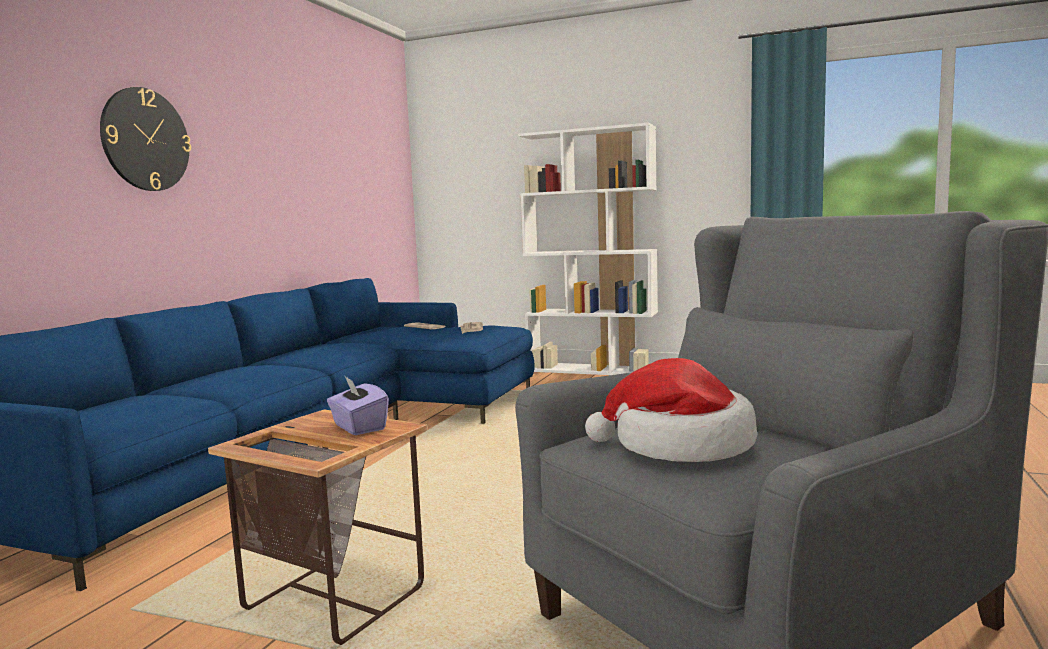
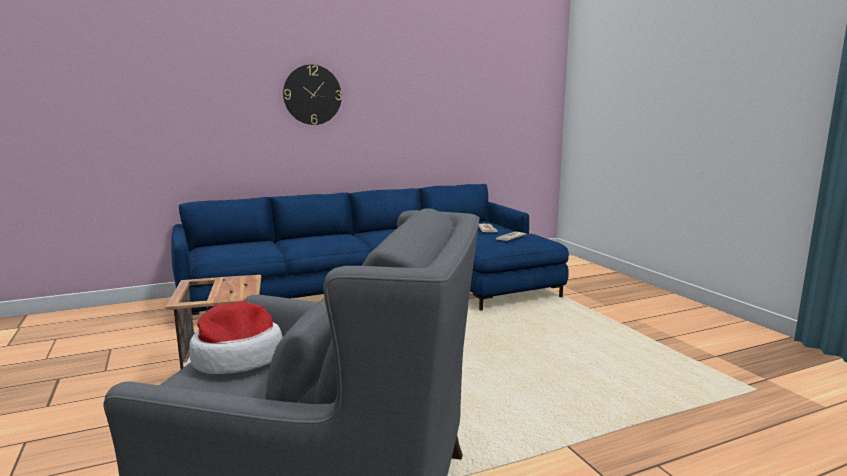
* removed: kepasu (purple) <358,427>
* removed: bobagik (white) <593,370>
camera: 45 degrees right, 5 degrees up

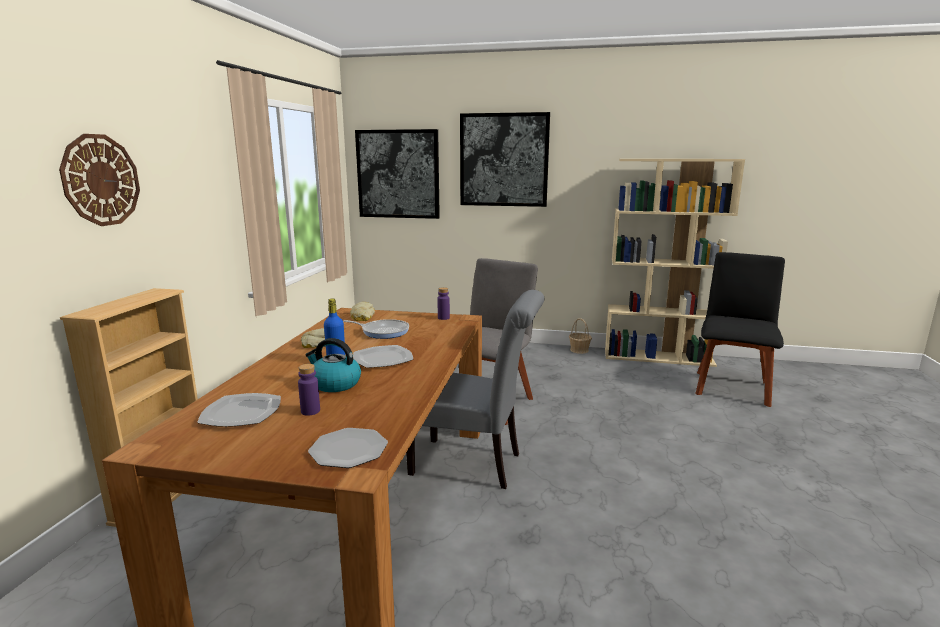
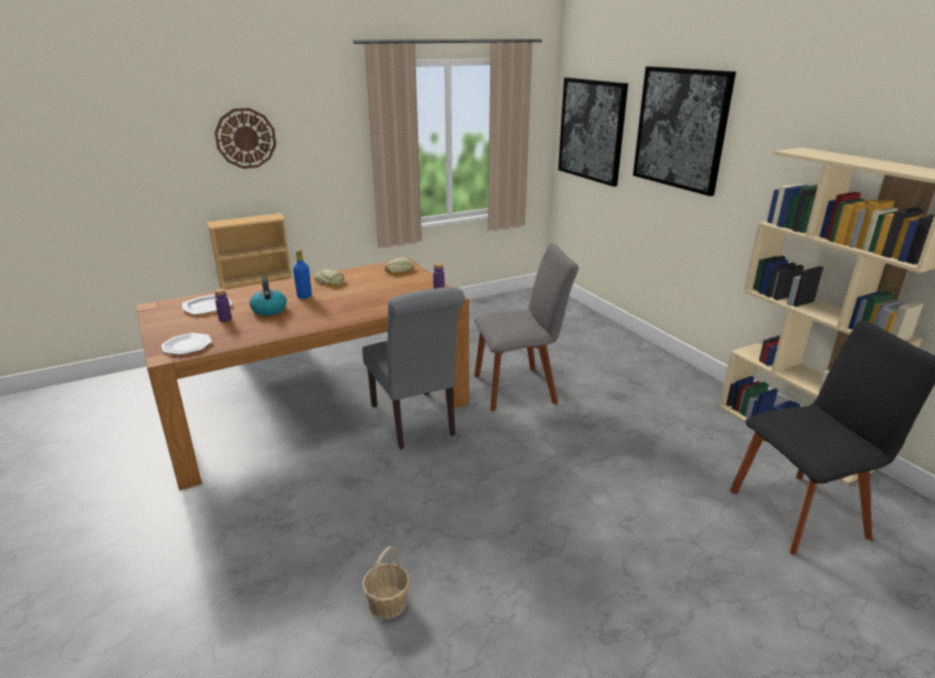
* removed: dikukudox <383,332>
* removed: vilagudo <383,359>
* moved: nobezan <579,350> to <388,603>
camera: 50 degrees right, 10 degrees up

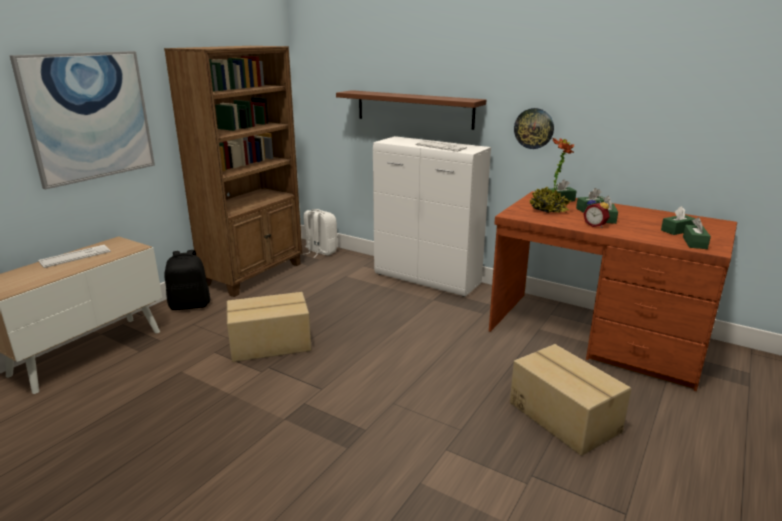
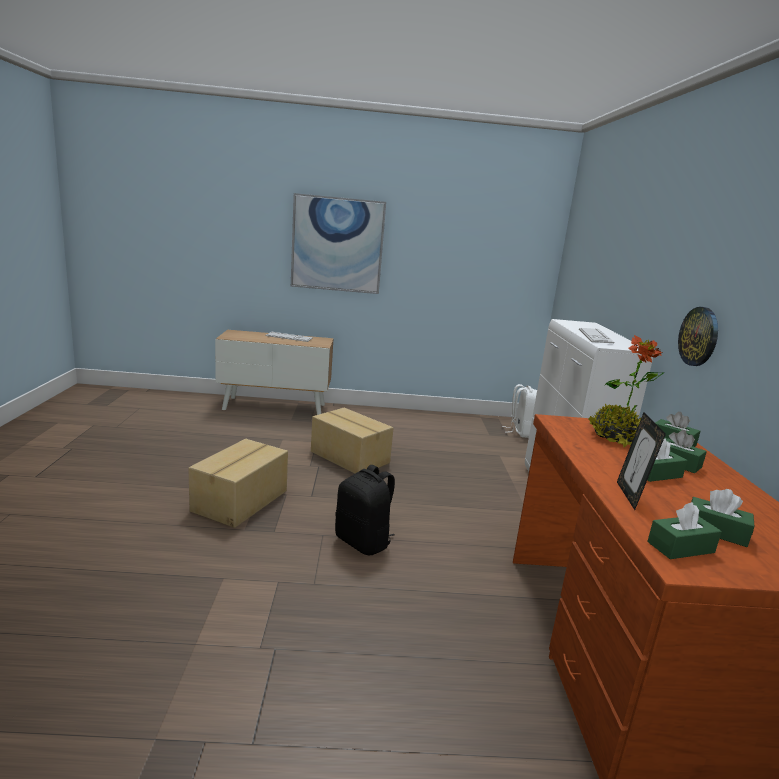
* removed: bobagik (brown) <254,274>
* removed: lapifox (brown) <414,109>
* removed: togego <595,225>
* added: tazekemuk <630,496>
* moved: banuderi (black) <190,305> to <363,542>
* moved: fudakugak <564,416> to <241,501>
camera: 55 degrees right, 5 degrees down

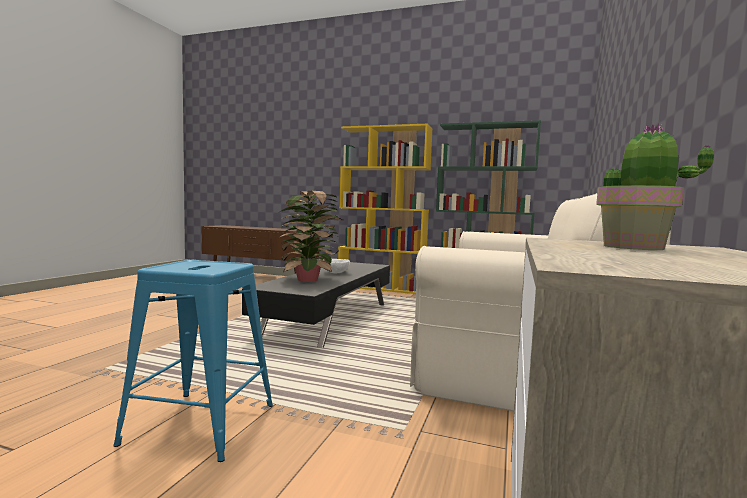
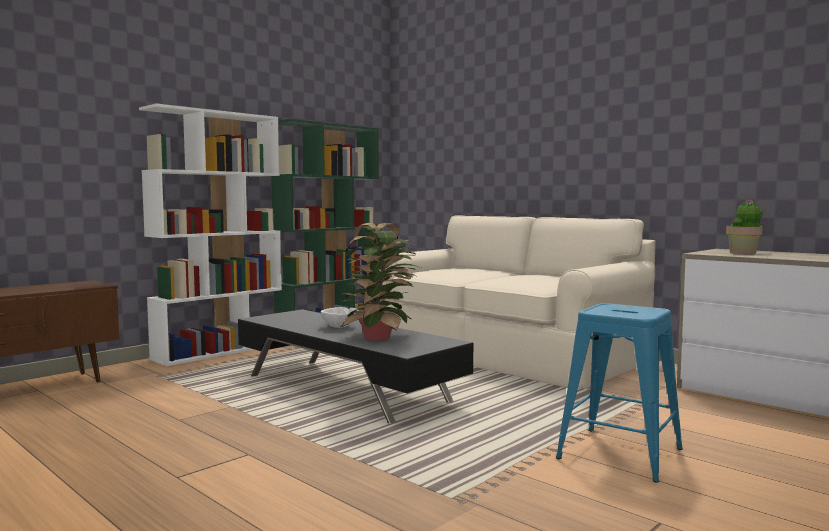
* recoloured: bobagik (yellow) <381,288> to bobagik (white) <219,351>
camera: 65 degrees left, 0 degrees up

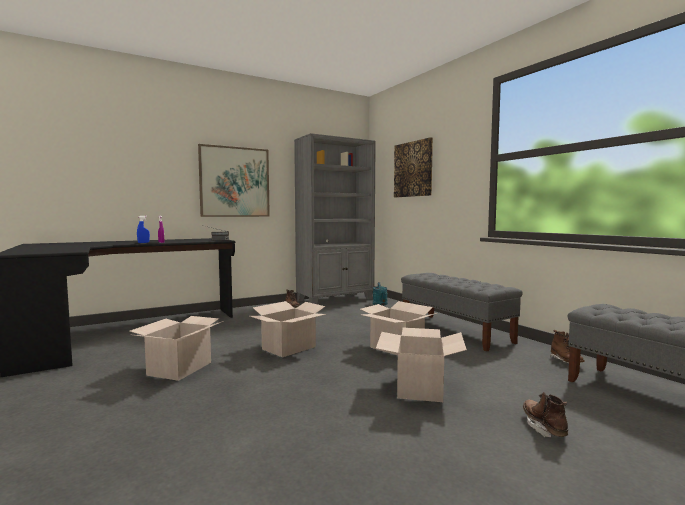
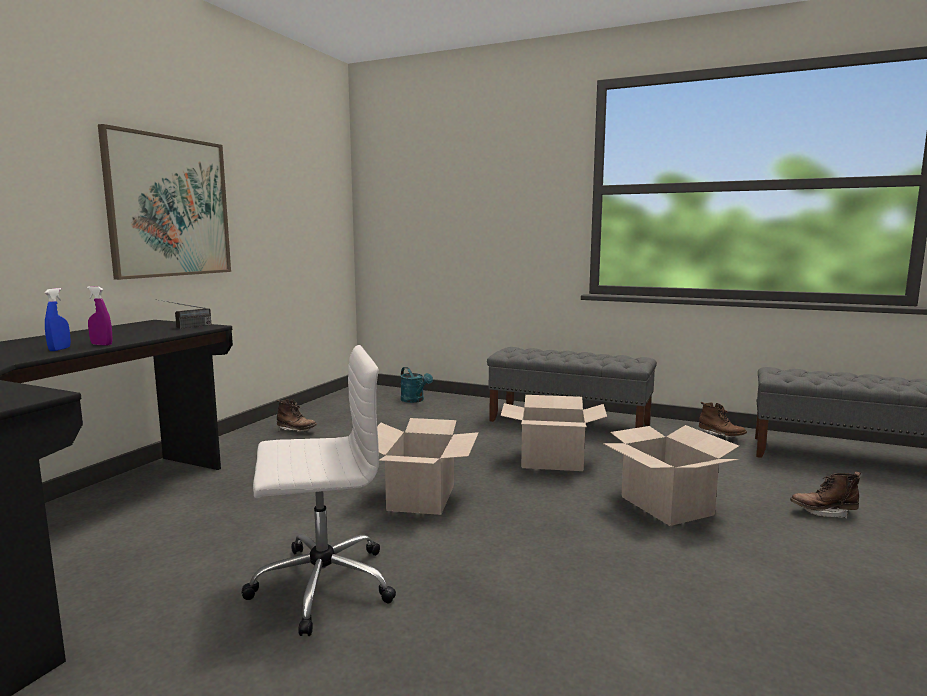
* removed: bobagik (grey) <336,300>
* removed: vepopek <413,169>
* replaced: fudakugak <180,369> to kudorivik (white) <320,585>
* turned: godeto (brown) <543,427> = <823,512> 45 degrees counterclockwise
camera: 35 degrees left, 5 degrees up

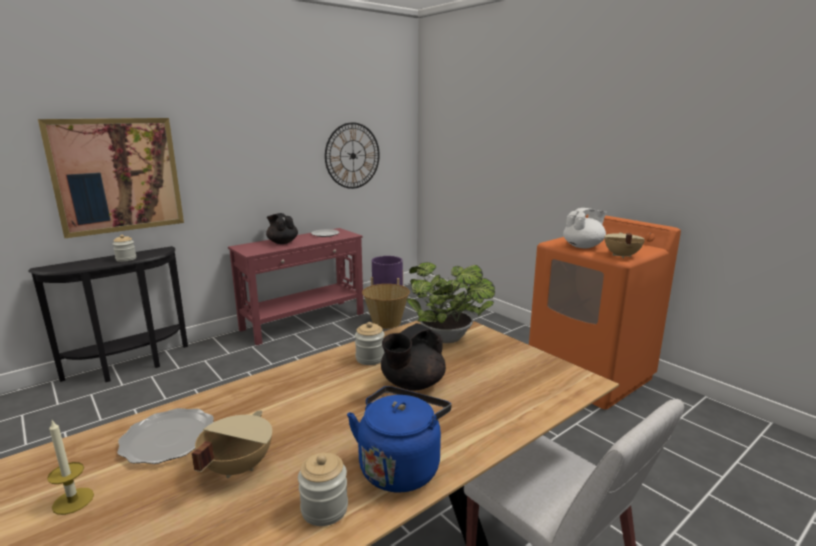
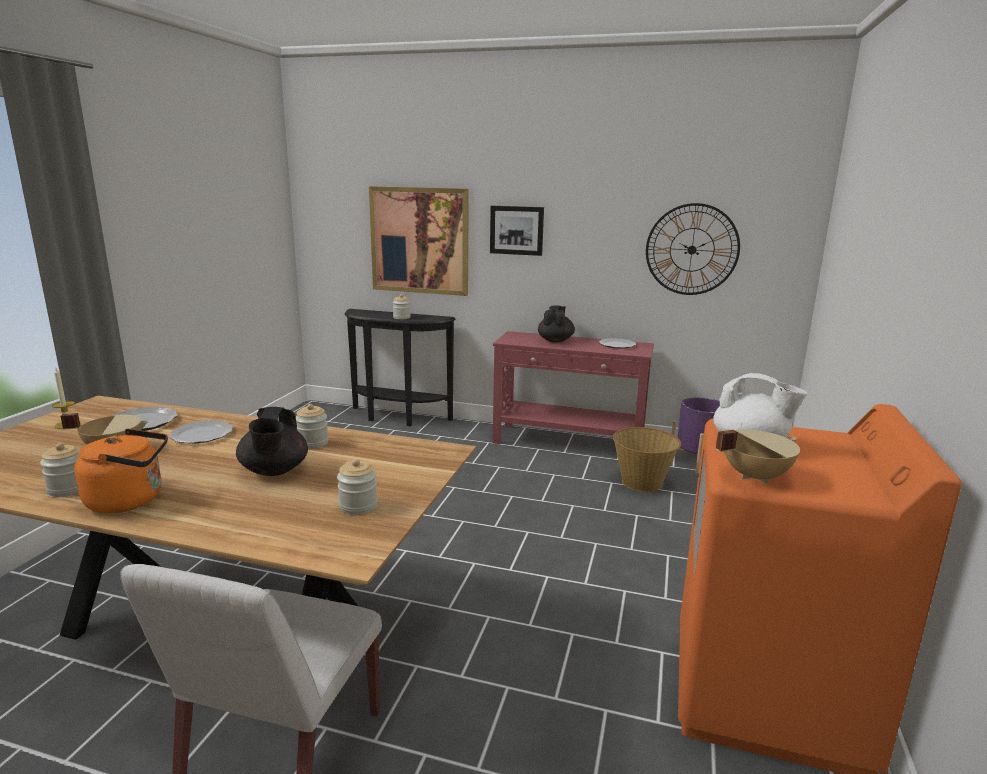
* removed: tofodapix <448,339>
* added: vilagudo <202,434>
* added: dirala <358,506>
* added: vepopek <516,230>
* recoloured: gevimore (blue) <401,466> to gevimore (orange) <130,500>
* turned: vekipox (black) <412,384> = <274,471> 105 degrees counterclockwise
camera: 55 degrees right, 0 degrees up

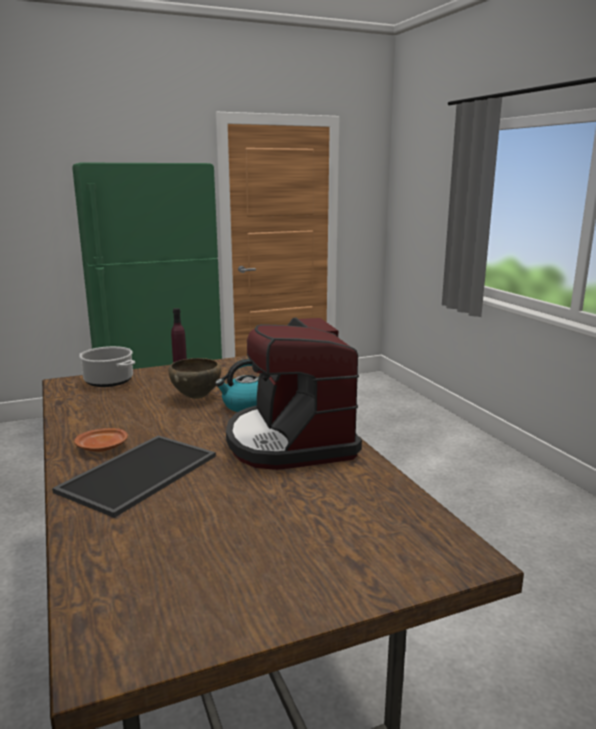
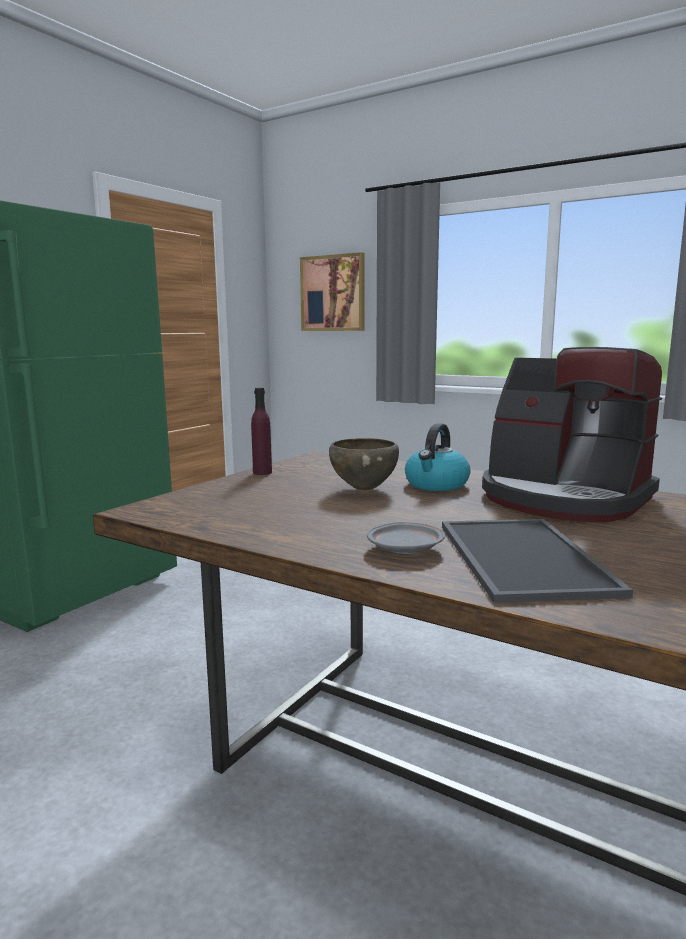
* removed: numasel <109,381>
* added: vepopek <333,293>
* recoloured: vilagudo (brown) <103,447> to vilagudo (grey) <405,549>
camera: 35 degrees left, 5 degrees down

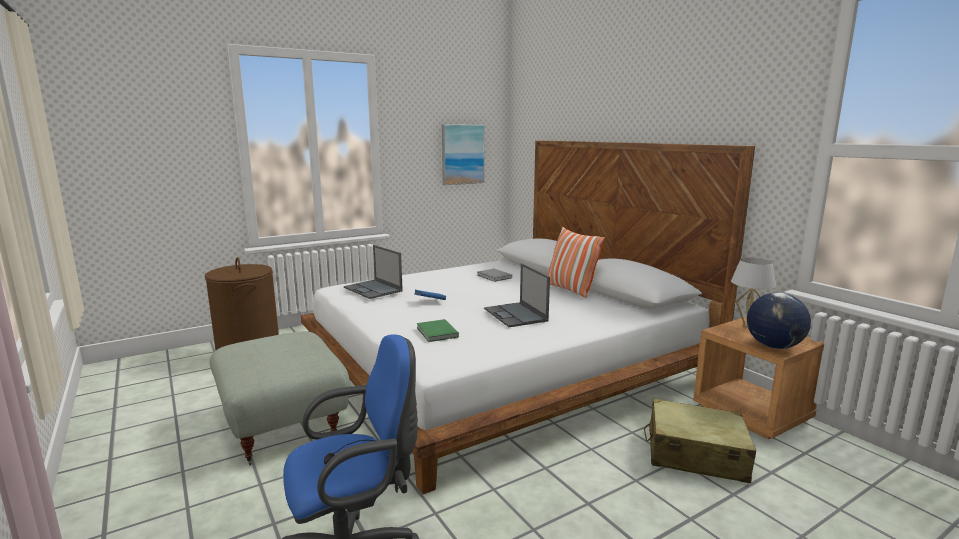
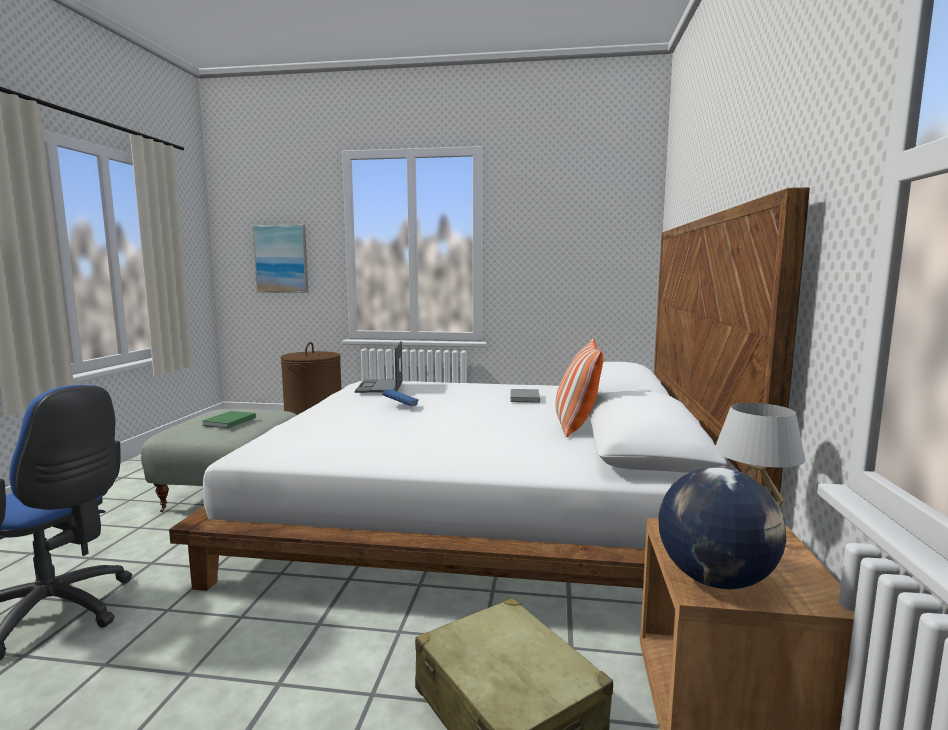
* removed: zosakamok <516,315>
* moved: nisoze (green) <436,333> to <228,422>
* moved: vepopek <462,154> to <281,259>
camera: 40 degrees right, 5 degrees down

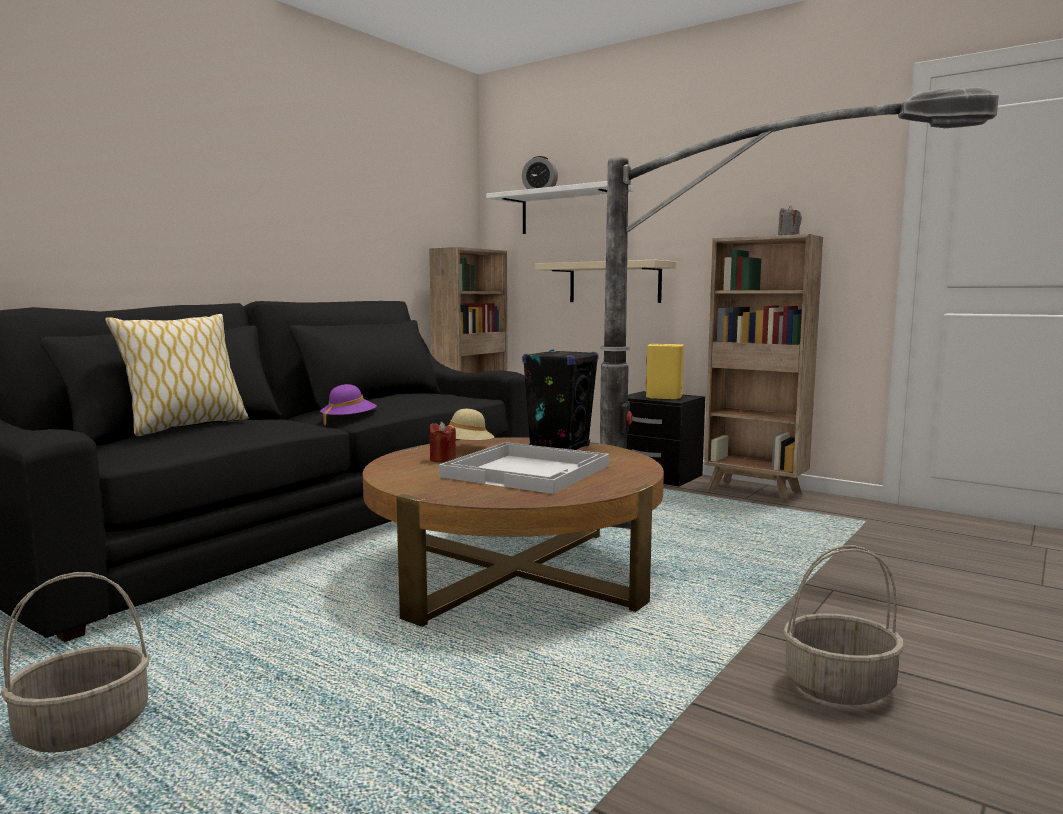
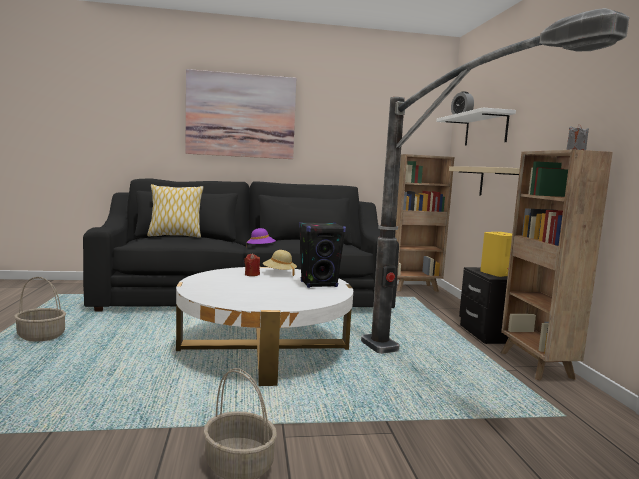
* removed: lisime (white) <528,471>
* added: vepopek <241,115>
* recoloured: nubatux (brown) <514,572> to nubatux (white) <264,348>
camera: 45 degrees right, 0 degrees up

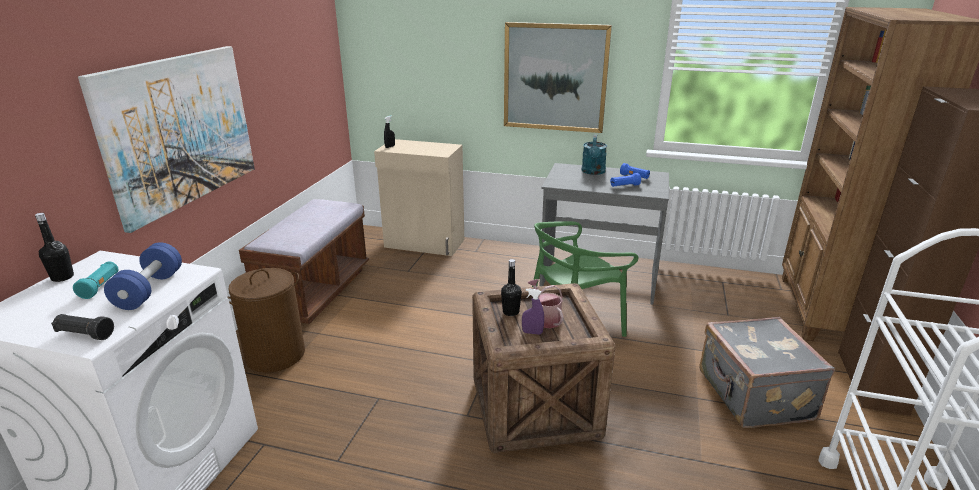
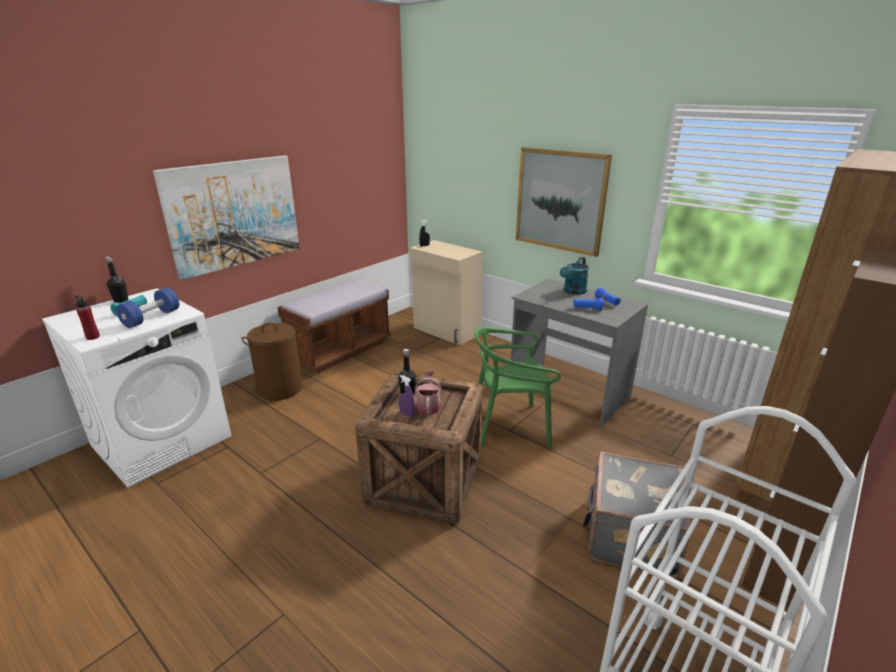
* replaced: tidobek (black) <85,334> to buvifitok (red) <93,337>
camera: 25 degrees right, 0 degrees up

